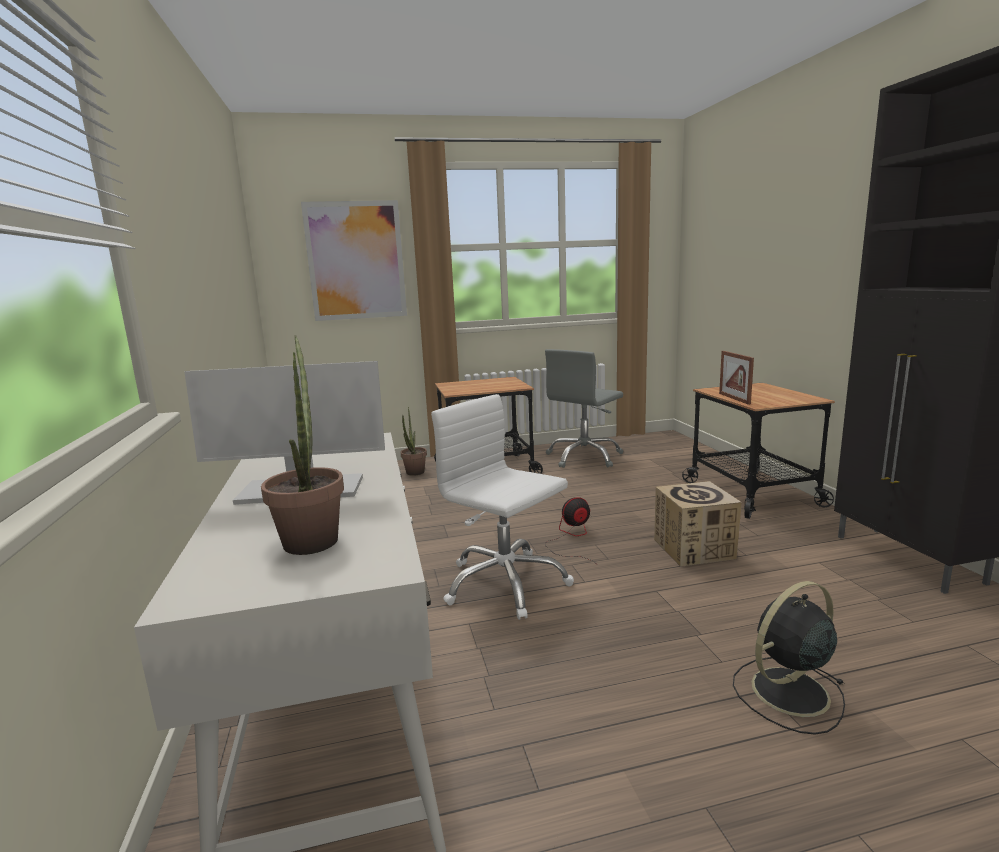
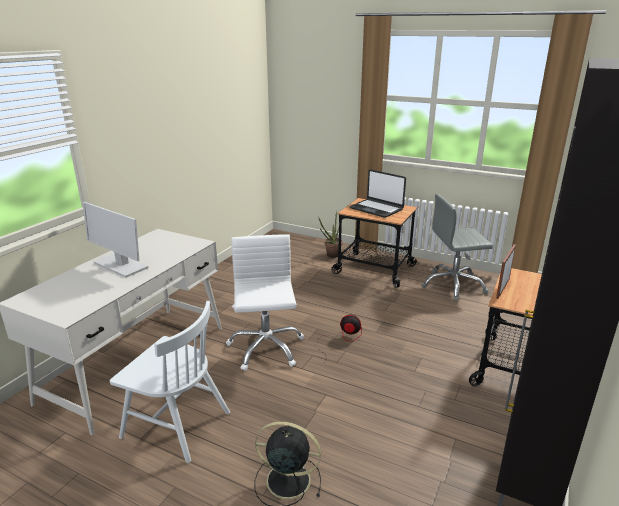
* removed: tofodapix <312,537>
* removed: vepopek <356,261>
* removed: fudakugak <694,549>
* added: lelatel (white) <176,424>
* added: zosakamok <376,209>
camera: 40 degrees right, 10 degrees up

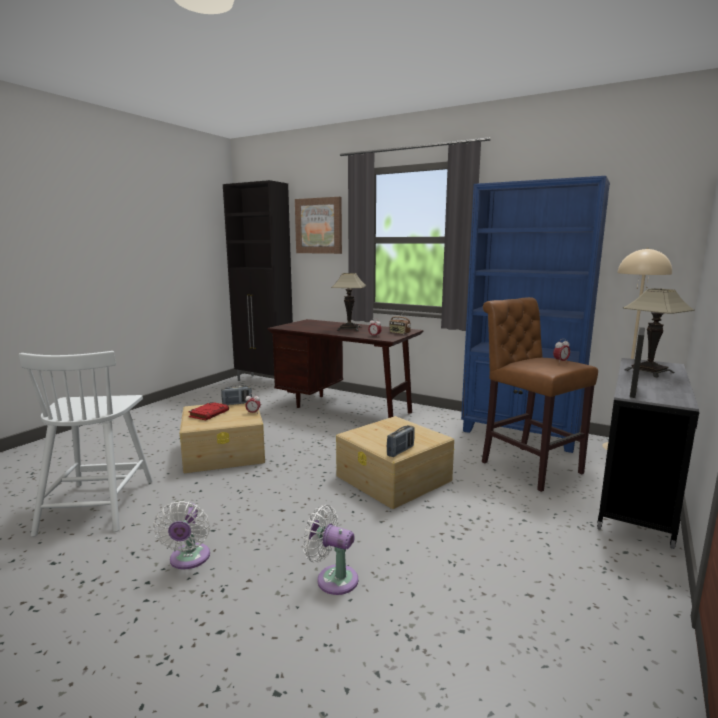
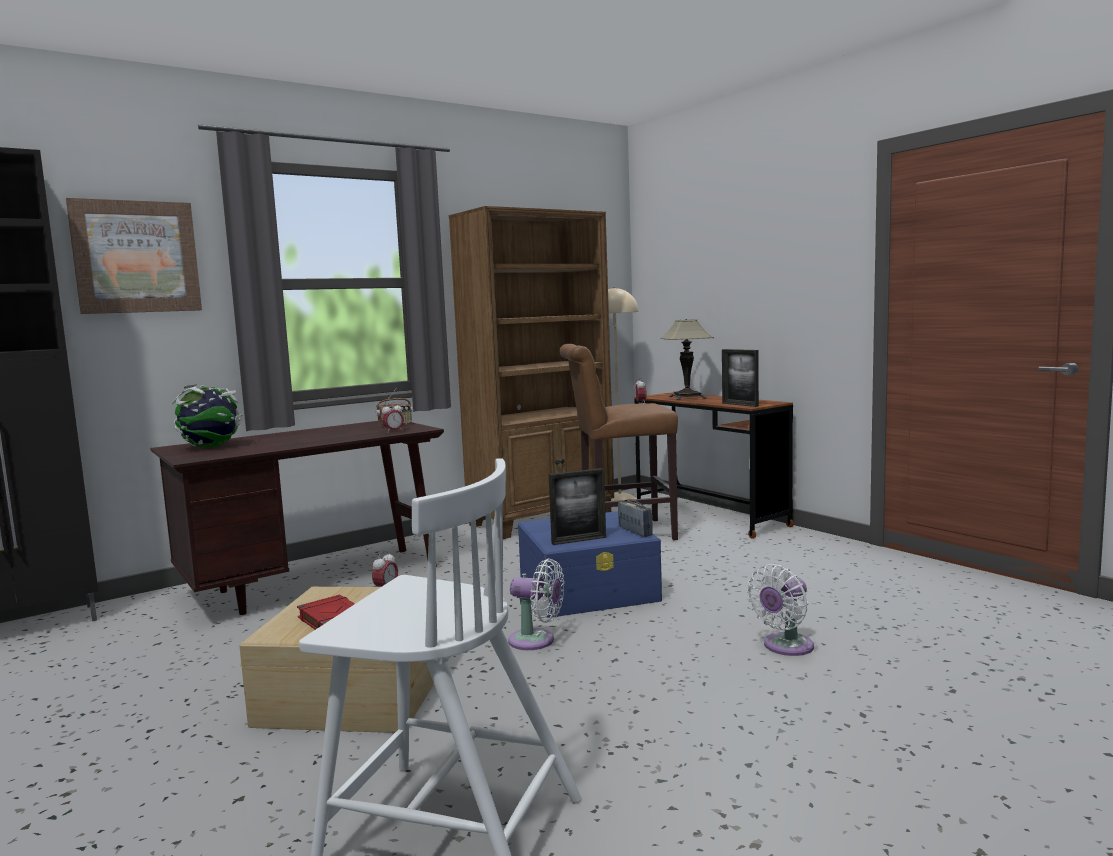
* removed: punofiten <237,403>
* removed: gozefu <349,329>
* added: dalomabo <211,447>
* added: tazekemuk <579,540>
* moved: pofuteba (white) <188,560> to <536,641>
* recoloured: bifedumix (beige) <394,478> to bifedumix (blue) <589,589>
* recoloured: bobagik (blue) <521,433> to bobagik (brown) <543,519>
* recoloured: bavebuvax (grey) <636,496> to bavebuvax (brown) <710,516>
camera: 65 degrees left, 5 degrees down

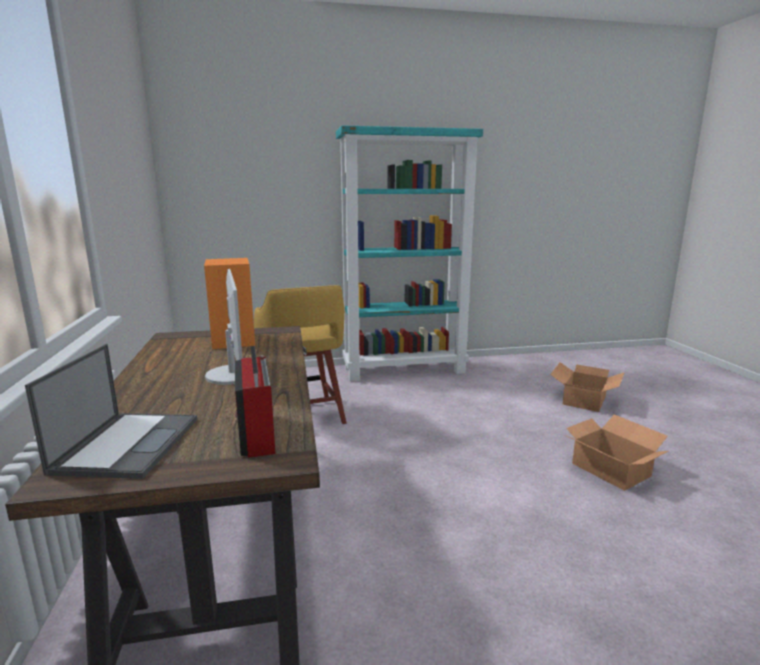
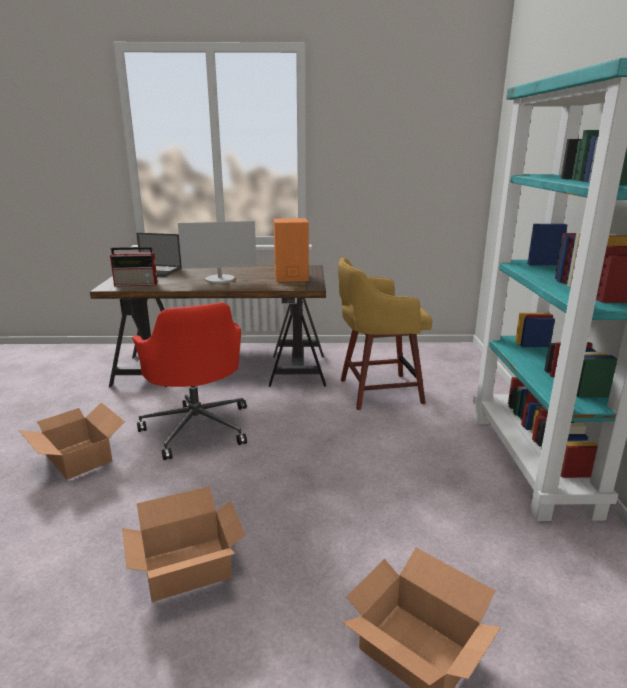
* added: fudakugak <79,458>
* added: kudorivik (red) <197,427>
camera: 100 degrees right, 5 degrees up

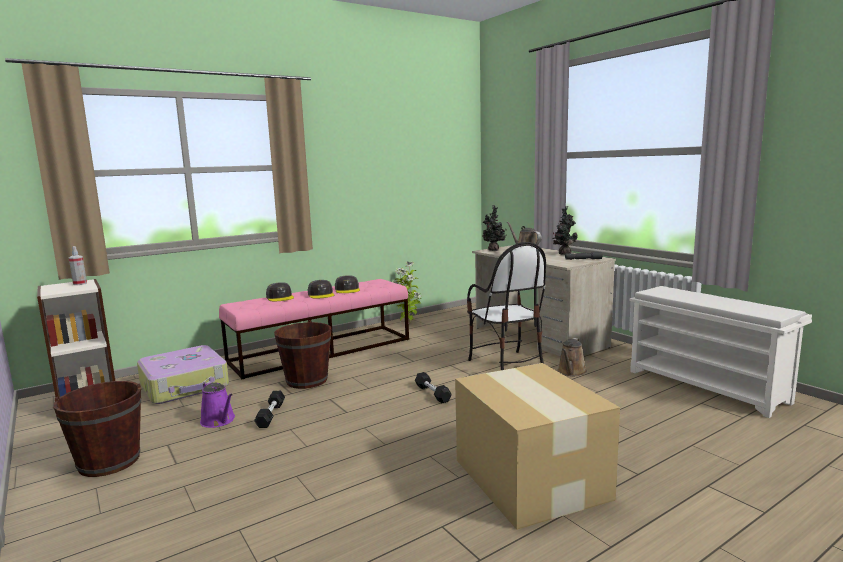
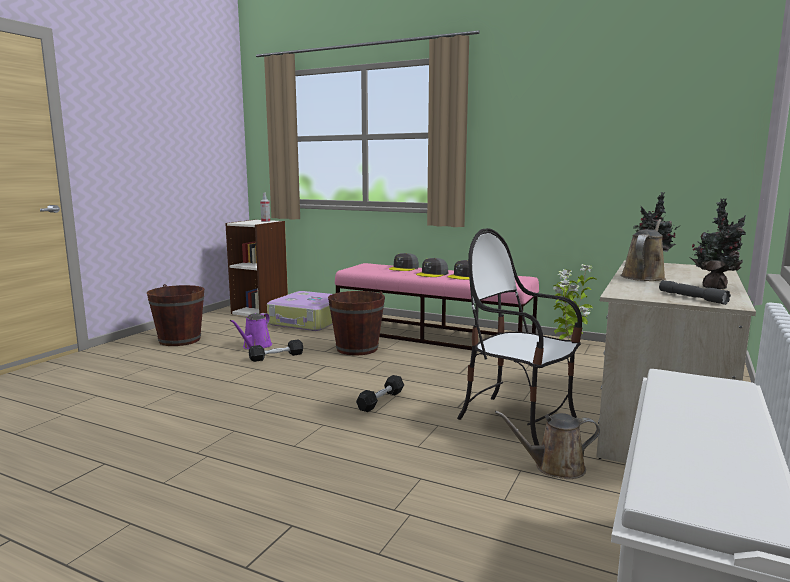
* removed: fudakugak <530,480>
* turned: lelatel <506,365> = <517,420> 90 degrees clockwise
camera: 60 degrees right, 0 degrees up

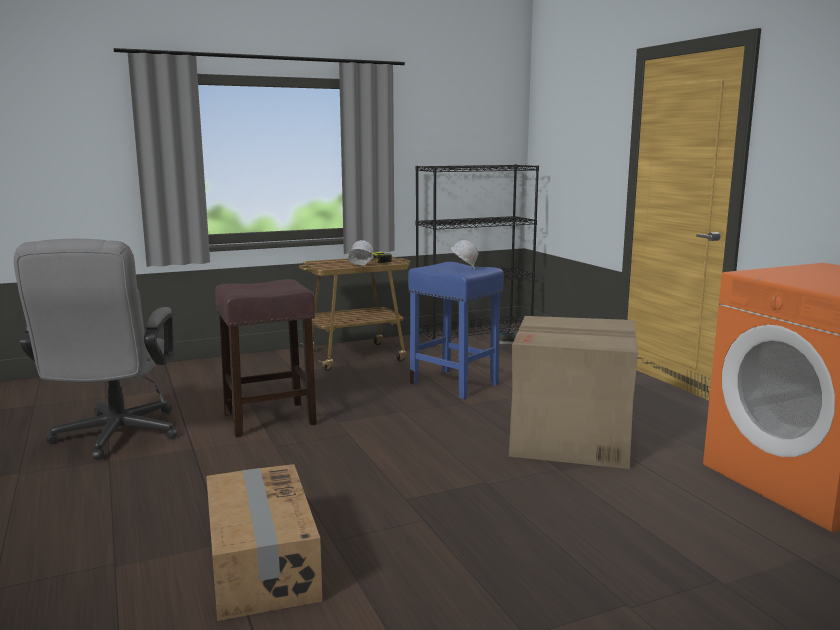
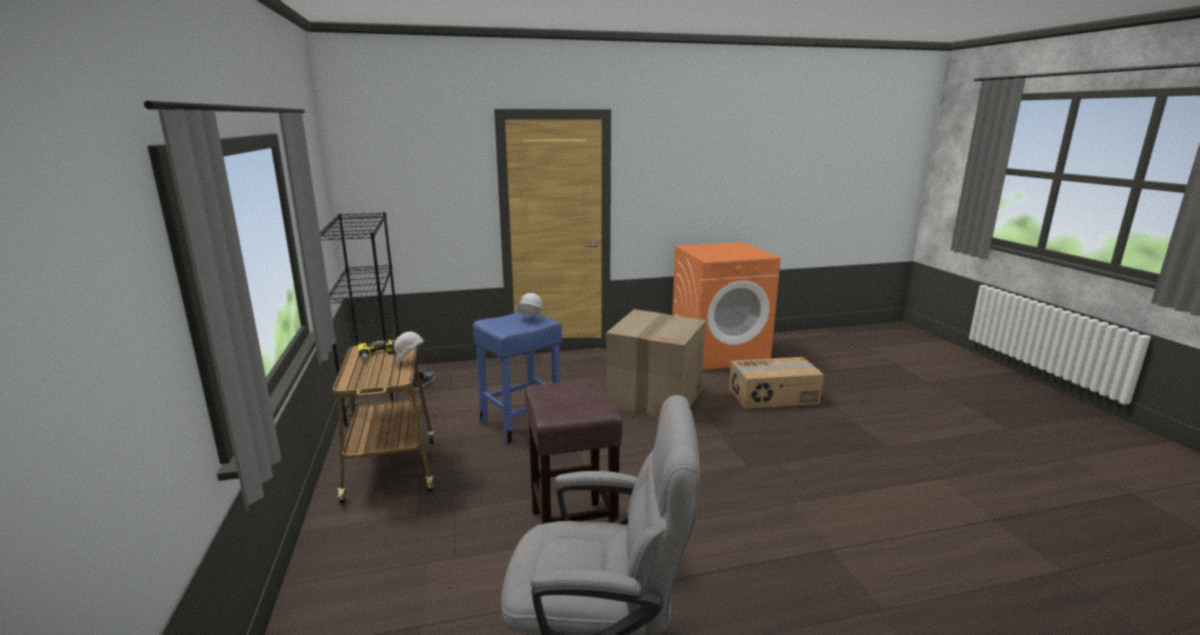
* moved: fudakugak <260,564> to <773,396>
camera: 80 degrees left, 5 degrees up

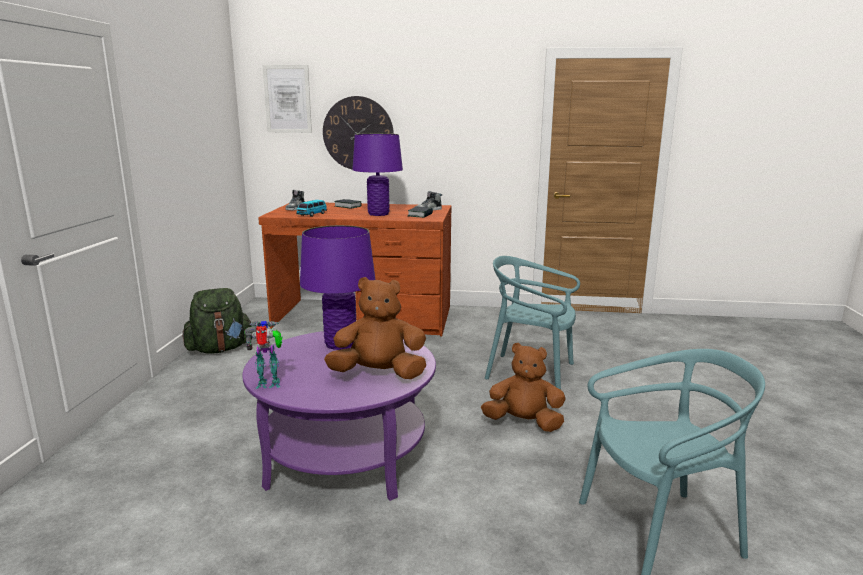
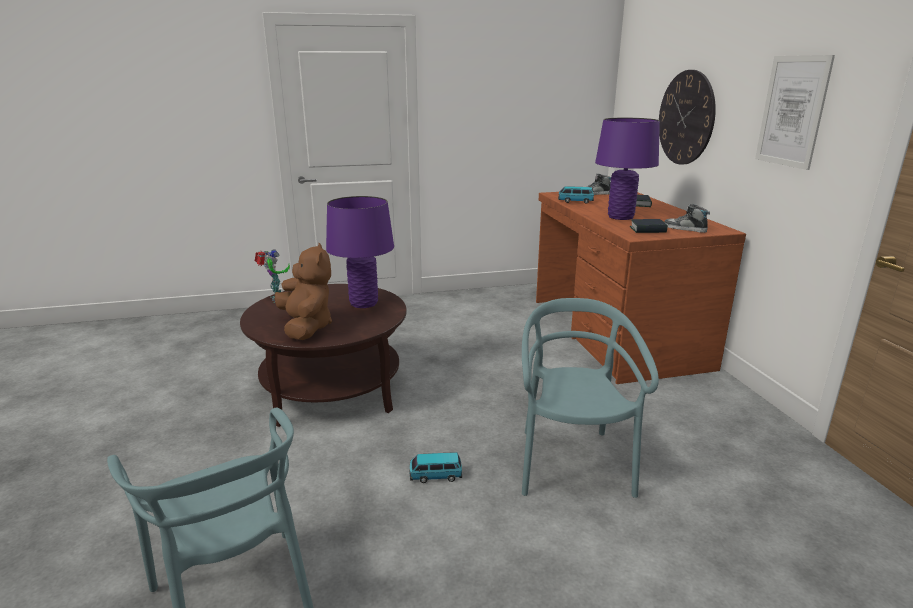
* removed: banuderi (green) <220,349>
* moved: vepopek <287,99> to <792,111>
* replaced: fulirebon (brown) <524,423> to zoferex <435,475>
* recoloured: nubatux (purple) <345,456> to nubatux (brown) <332,390>
camera: 70 degrees right, 5 degrees up

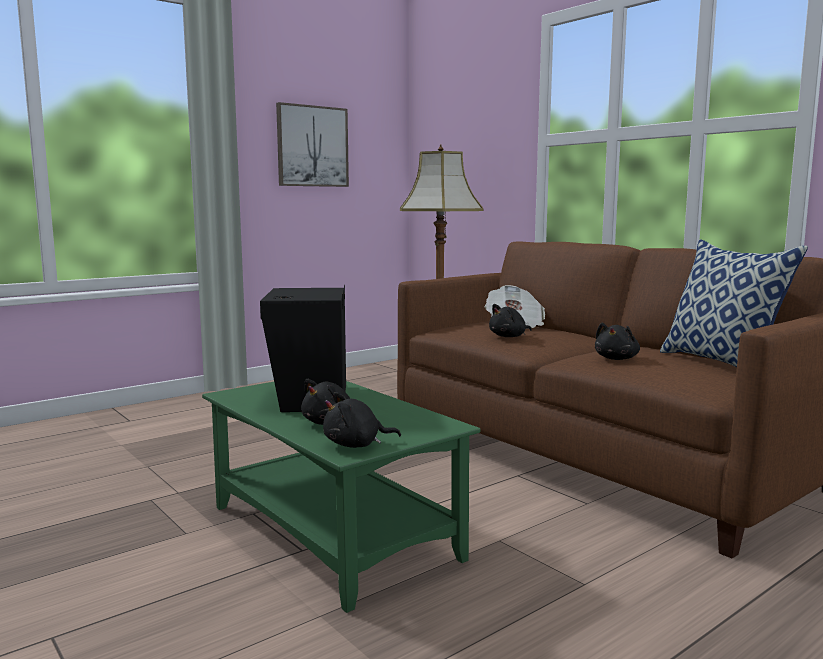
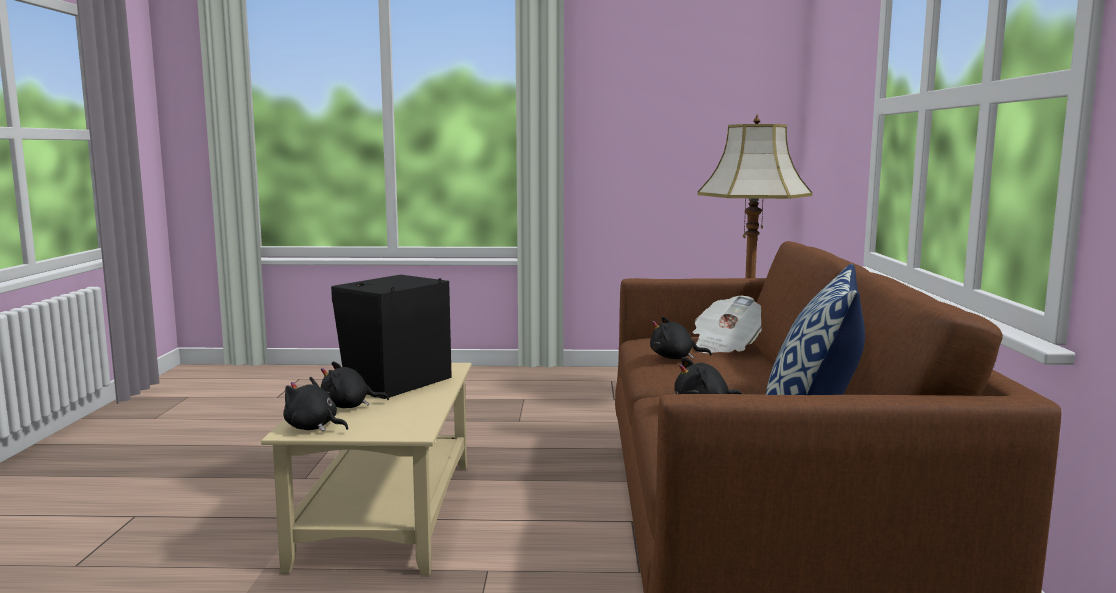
* removed: vepopek <312,146>
* recoloured: nubatux (green) <334,532> to nubatux (beige) <387,513>
camera: 40 degrees right, 0 degrees up

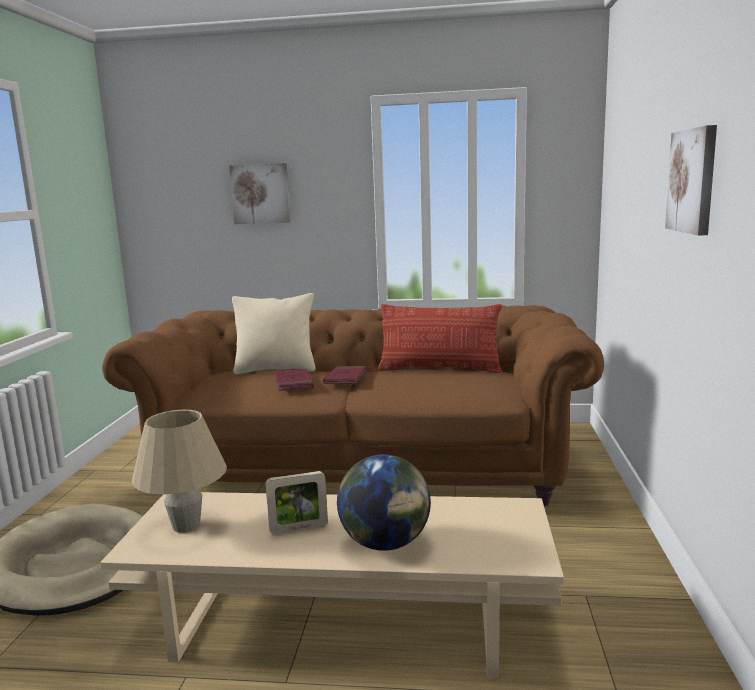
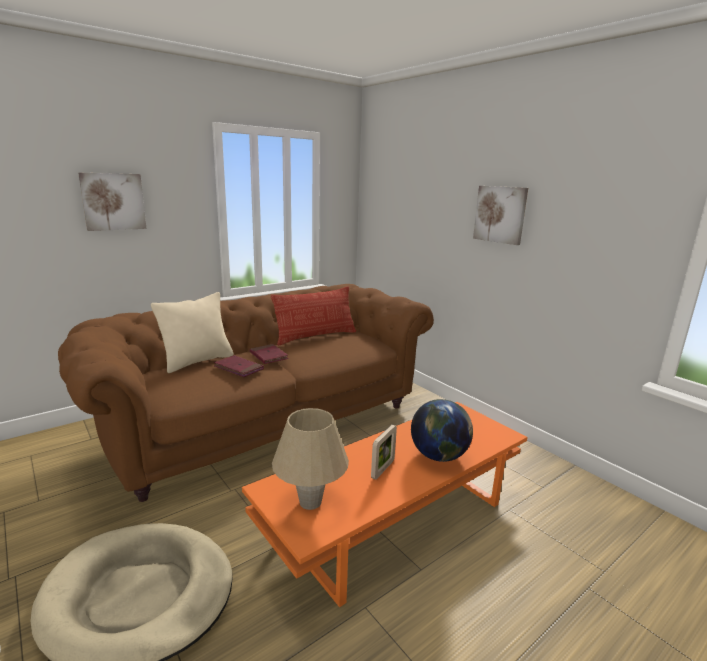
* recoloured: nubatux (beige) <342,619> to nubatux (orange) <395,518>
camera: 45 degrees left, 5 degrees up

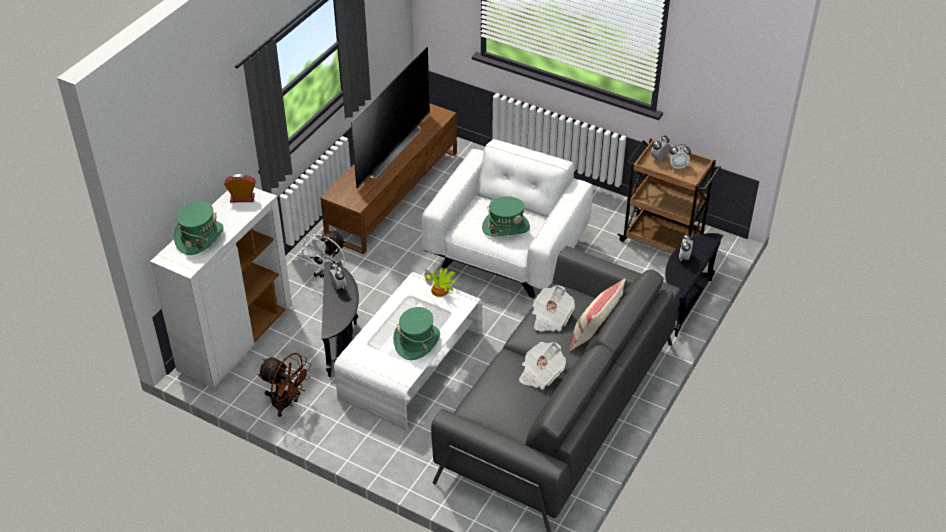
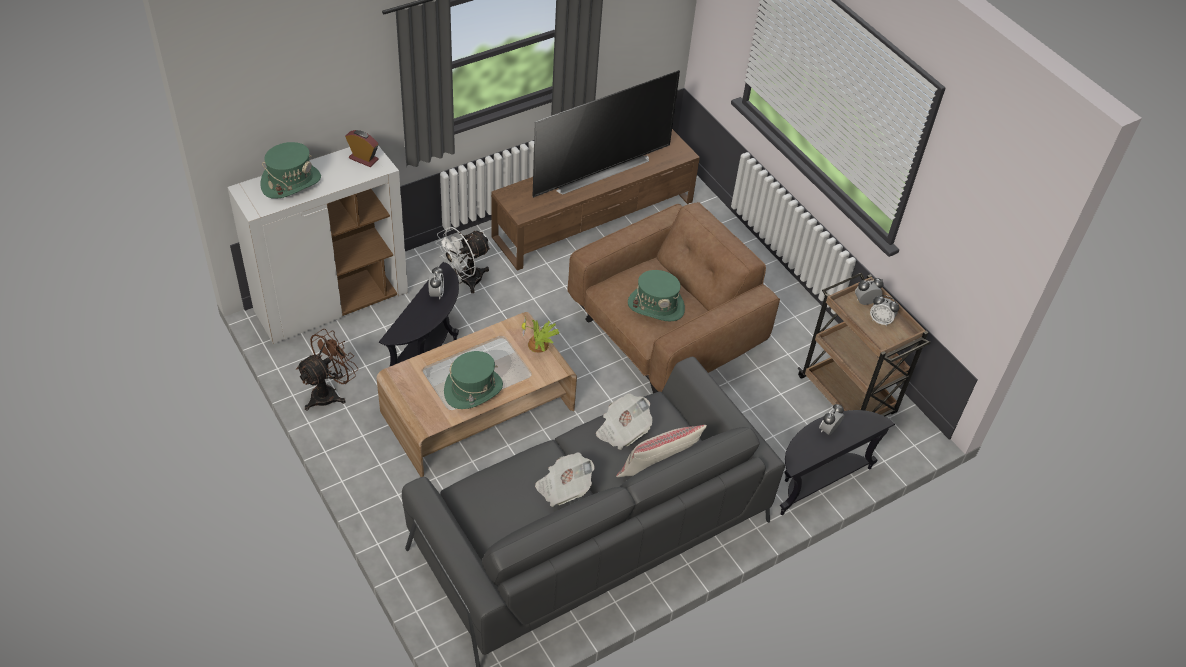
* recoloured: nubatux (white) <411,365> to nubatux (brown) <477,411>
* recoloured: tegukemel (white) <507,252> to tegukemel (brown) <665,334>
* turned: pofuteba (brown) <287,403> = <329,393> 105 degrees counterclockwise
camera: 25 degrees right, 5 degrees up

